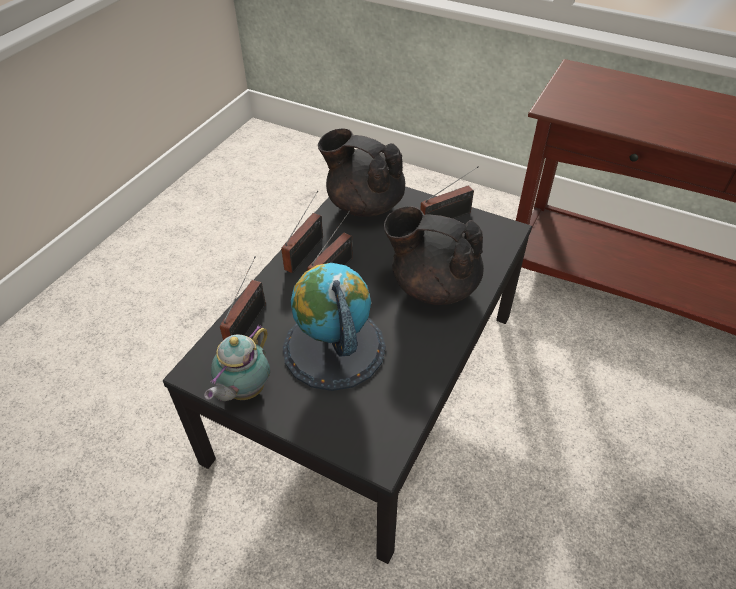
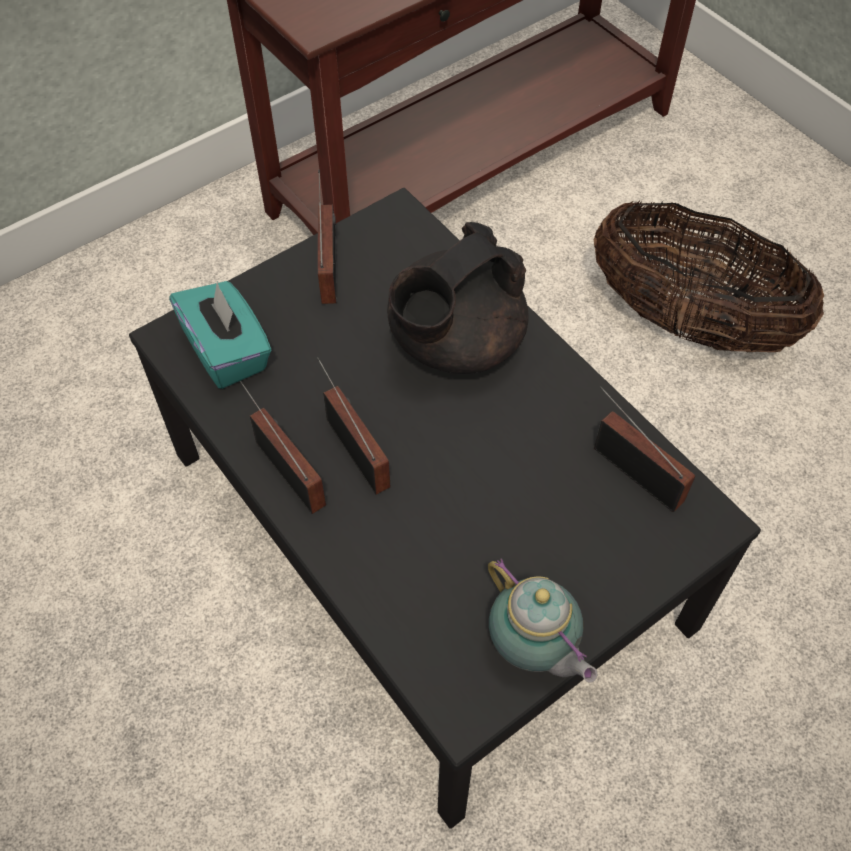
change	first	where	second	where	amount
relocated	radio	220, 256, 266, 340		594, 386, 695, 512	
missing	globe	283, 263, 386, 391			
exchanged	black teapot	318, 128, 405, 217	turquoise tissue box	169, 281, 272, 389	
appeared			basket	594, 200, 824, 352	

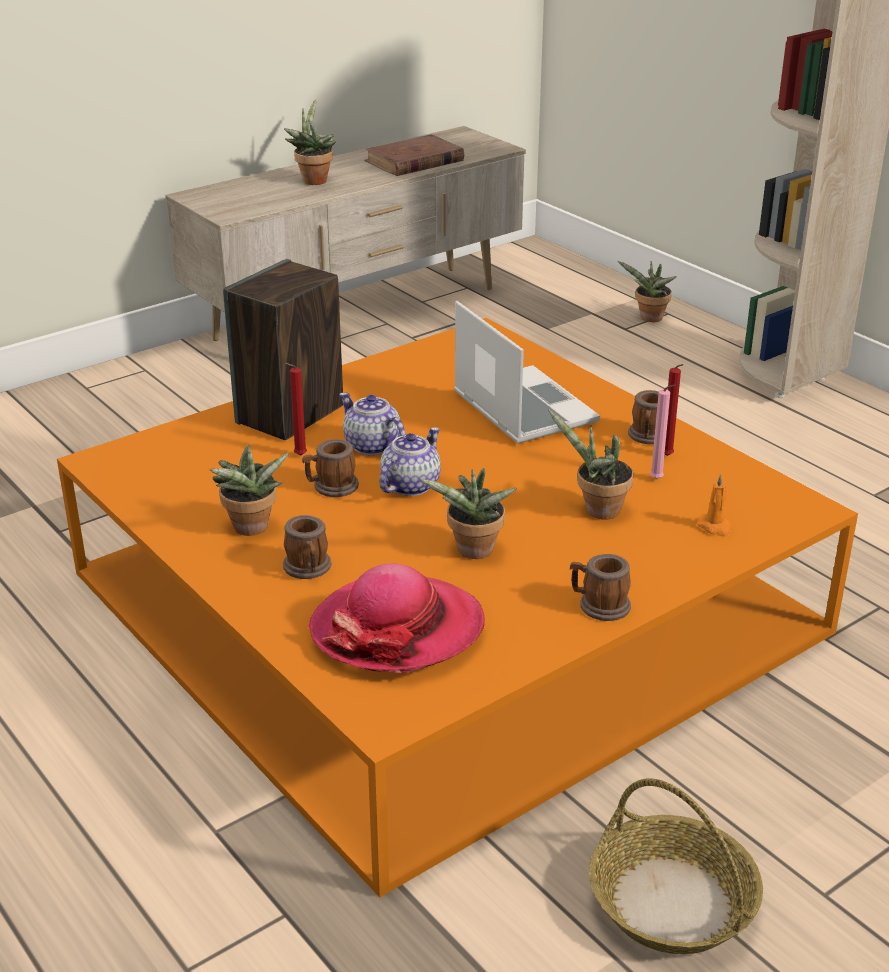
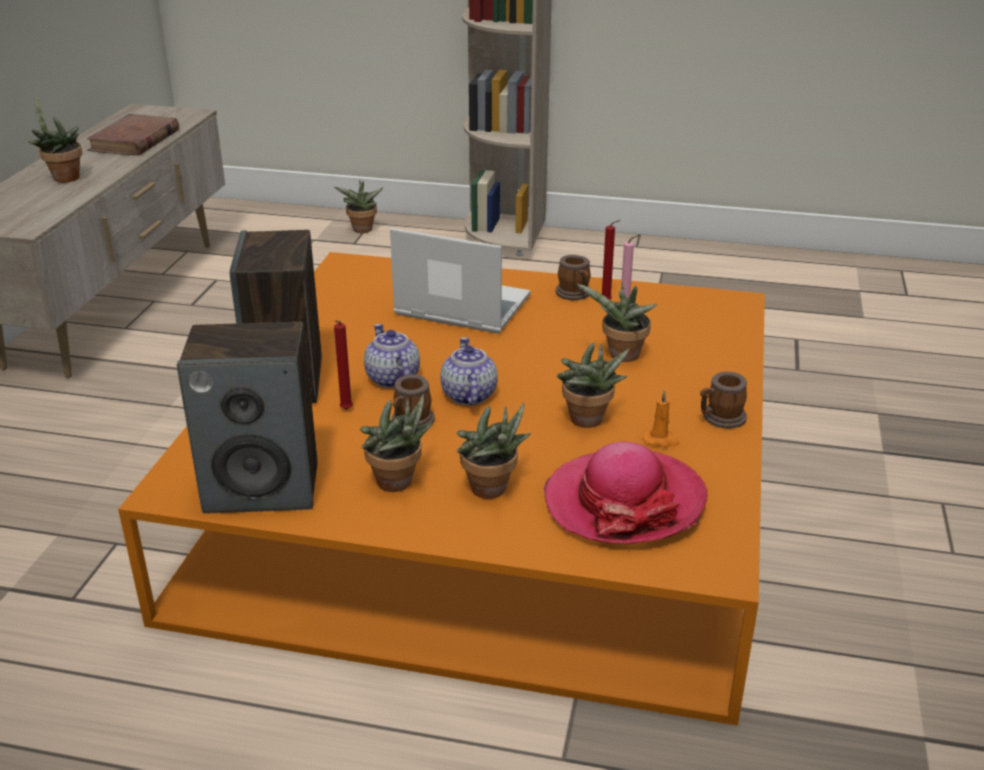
change	first	where	second	where	amount
exchanged	mug	283, 515, 331, 579	potted plant	457, 403, 531, 499	
spun	teapot	339, 392, 406, 455		364, 324, 420, 388	60 degrees clockwise
missing	basket	589, 778, 763, 954			
relocated	orange candle	697, 474, 731, 537		643, 390, 679, 448	
appeared			speaker	177, 322, 317, 513	

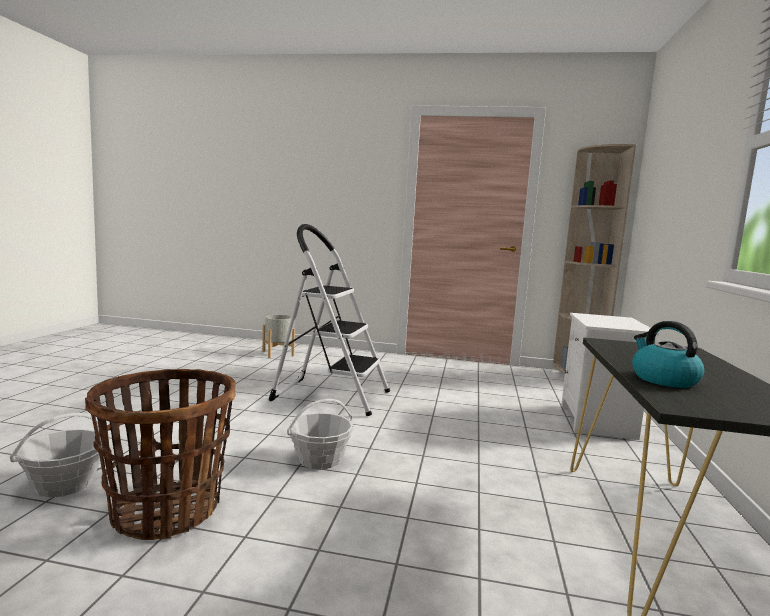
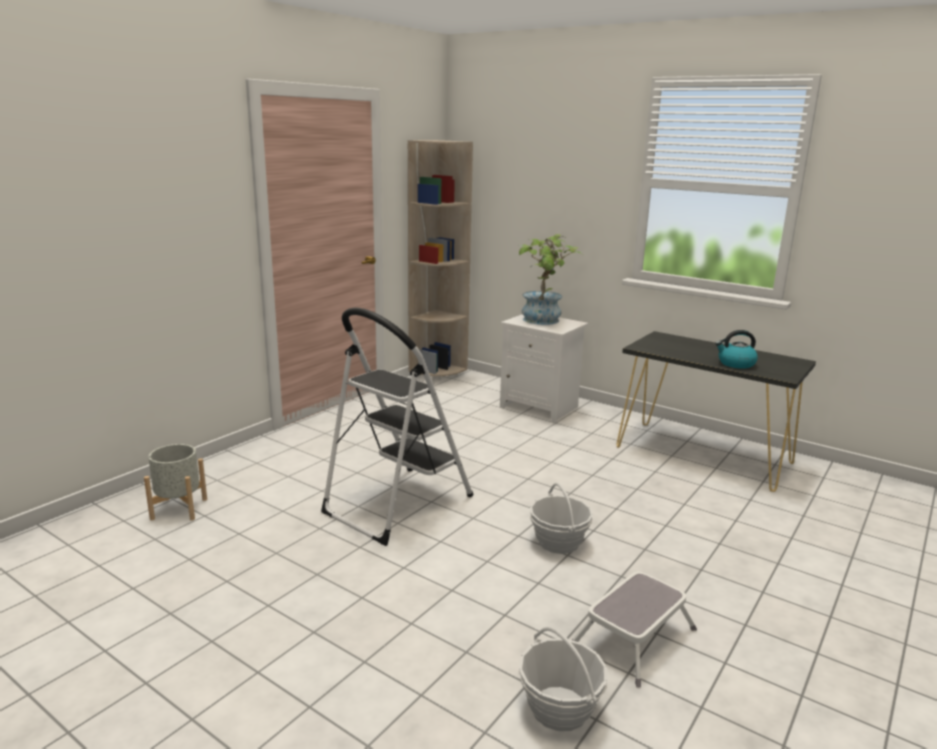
change	first	where	second	where	amount
exchanged	basket	85, 369, 236, 540	grey step ladder	572, 572, 697, 687	
appeared			potted plant	518, 234, 582, 325	

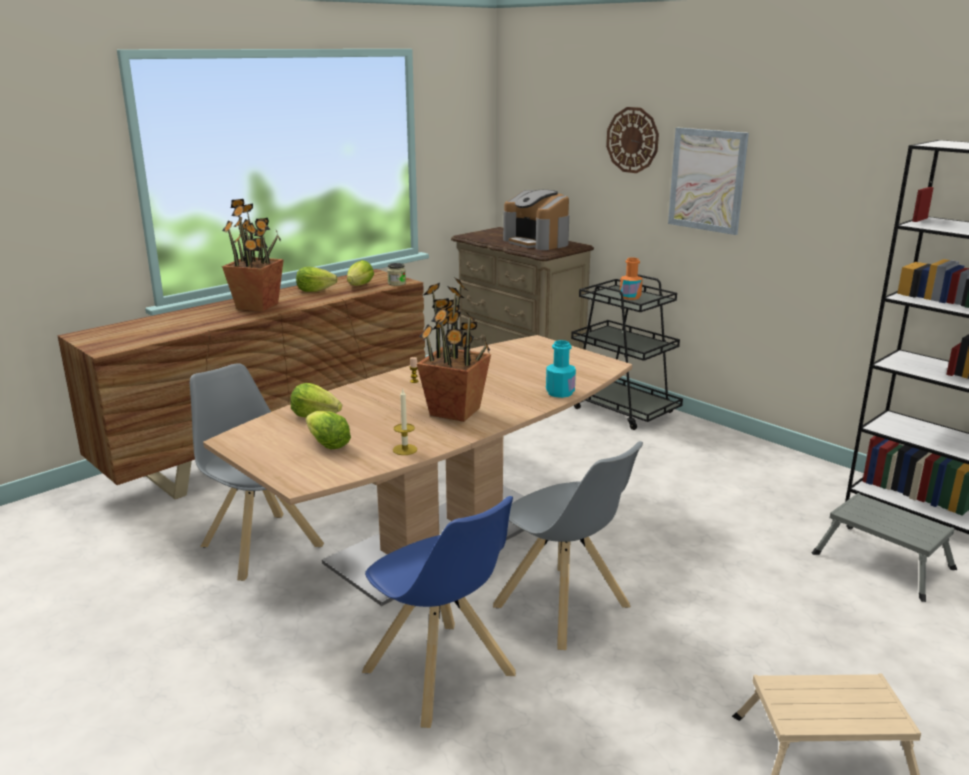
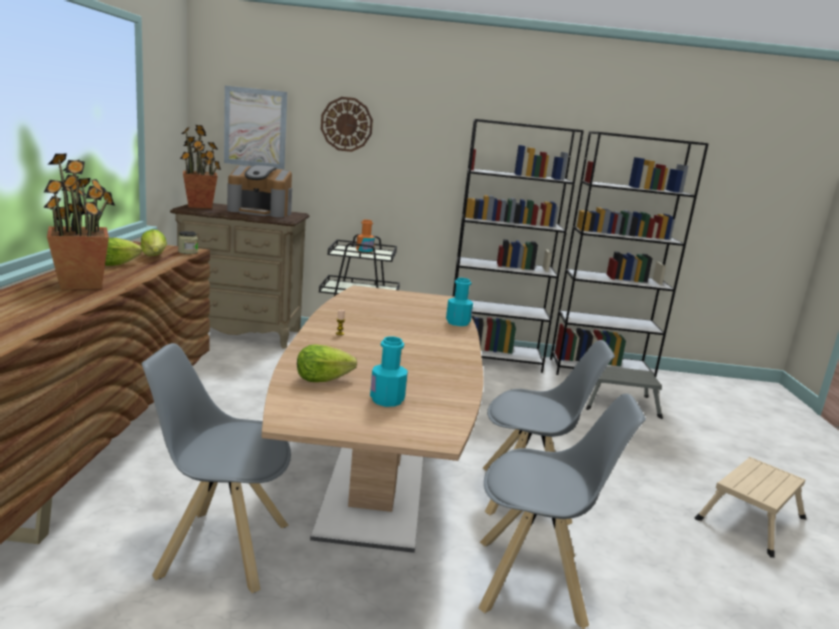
change	first	where	second	where	amount
exchanged	lettuce	306, 411, 351, 449	turquoise bottle	370, 336, 408, 407	
colour	blue chair	362, 496, 516, 728	grey chair	478, 393, 646, 629	
missing	candle	393, 389, 417, 455			
relocated	potted plant	417, 277, 491, 422		180, 125, 221, 209	
relocated	picture	668, 127, 749, 235		224, 86, 287, 169	
appeared			white bookcase	453, 119, 584, 373	

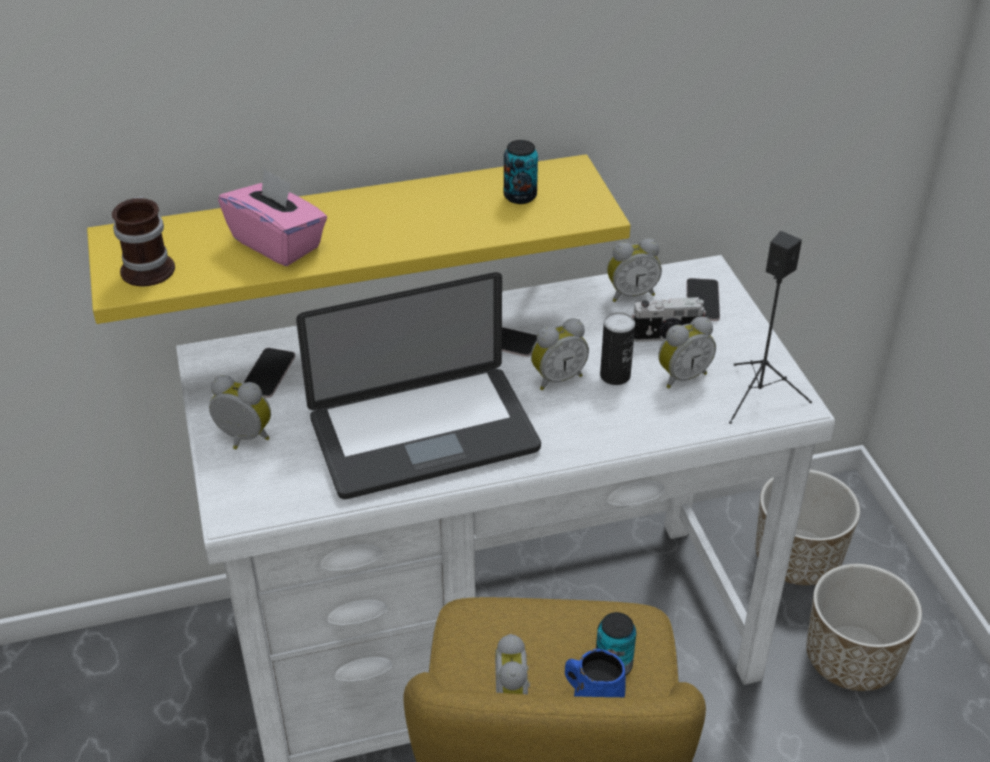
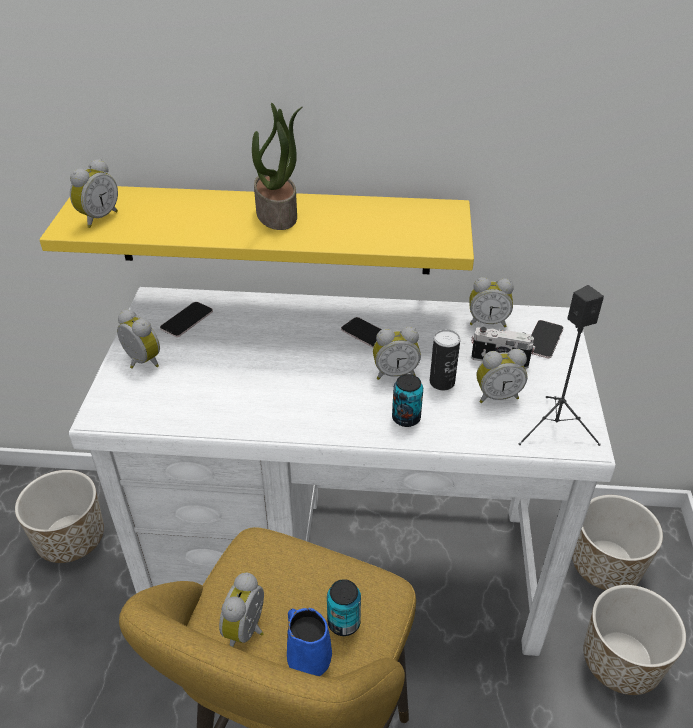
change	first	where	second	where	amount
exchanged	mug	112, 196, 175, 286	alarm clock	70, 159, 118, 228	
missing	pink tissue box	218, 168, 327, 266			
missing	laptop	296, 272, 541, 499			
relocated	can	504, 140, 538, 204		392, 374, 423, 427	
appeared			planter	15, 470, 104, 563	
appeared			potted plant	252, 103, 302, 230	

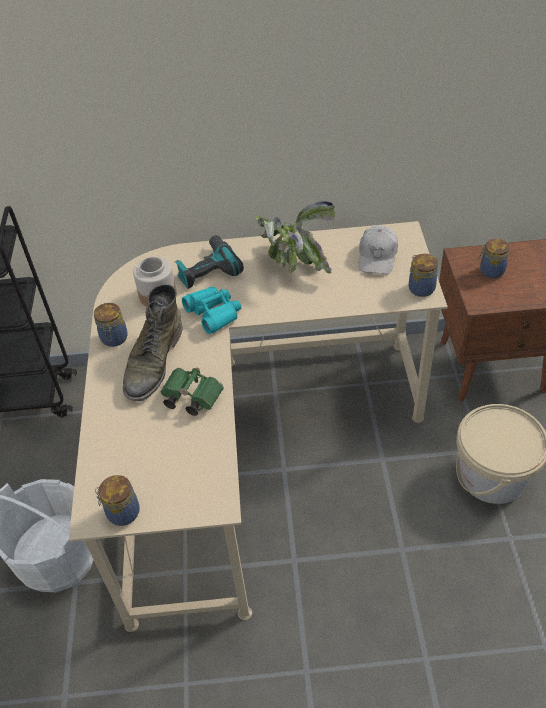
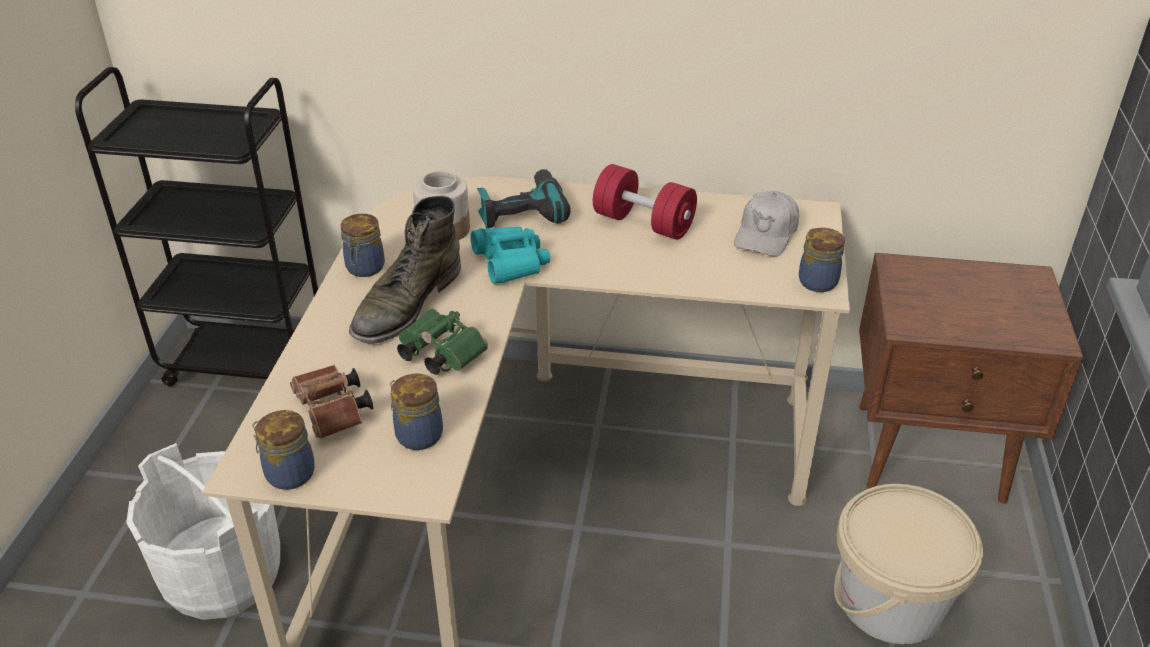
change	first	where	second	where	amount
exchanged	potted plant	255, 201, 336, 274	red dumbbell	593, 164, 697, 240	
relocated	jar	478, 239, 510, 278		390, 374, 443, 450	
appeared			brown binoculars	290, 365, 373, 439	

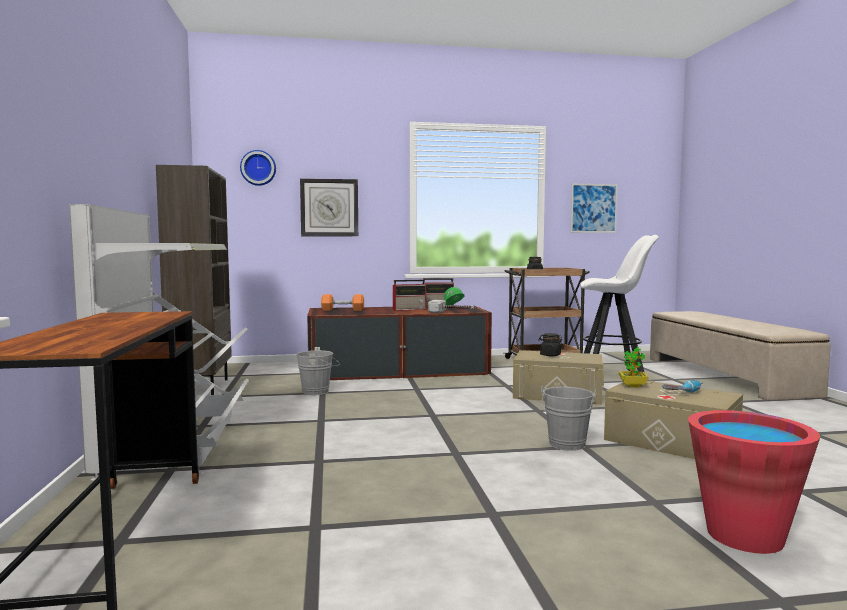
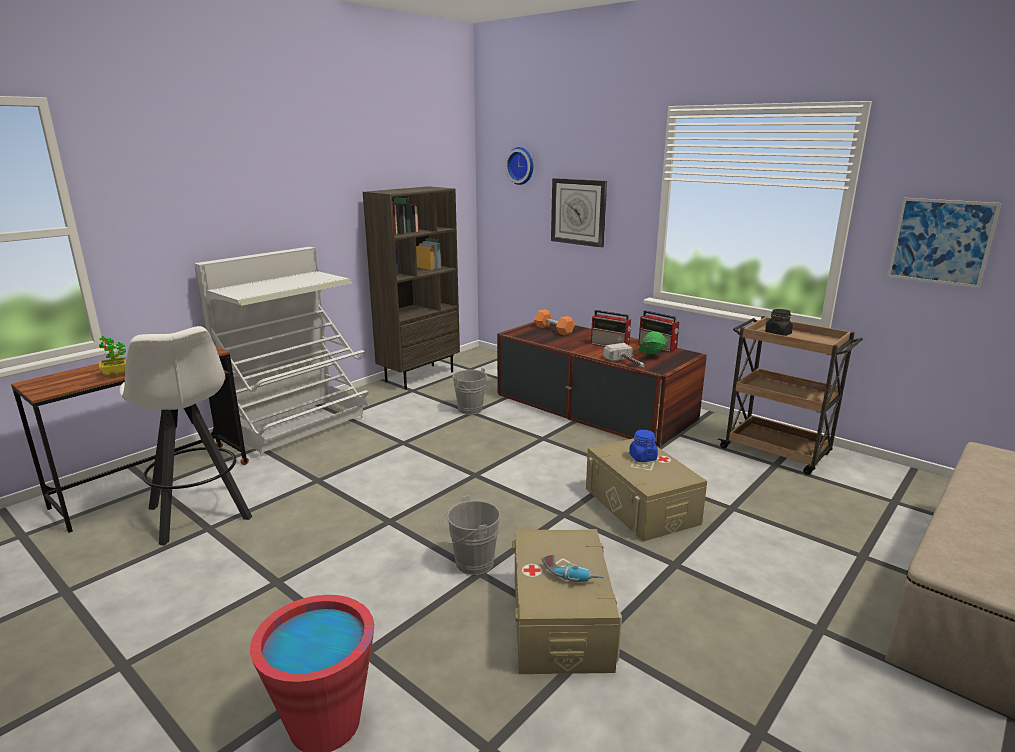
change	first	where	second	where	amount
colour	black jar	538, 333, 563, 356	blue jar	629, 430, 658, 462	
relocated	white stool	581, 235, 659, 372		119, 326, 252, 545	
relocated	potted plant	619, 347, 648, 387		99, 336, 126, 377	

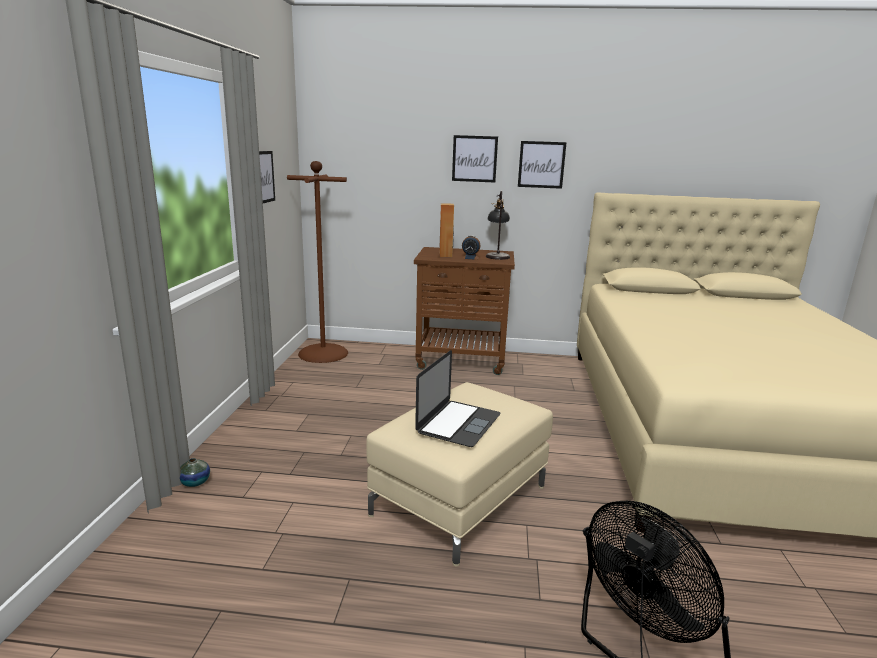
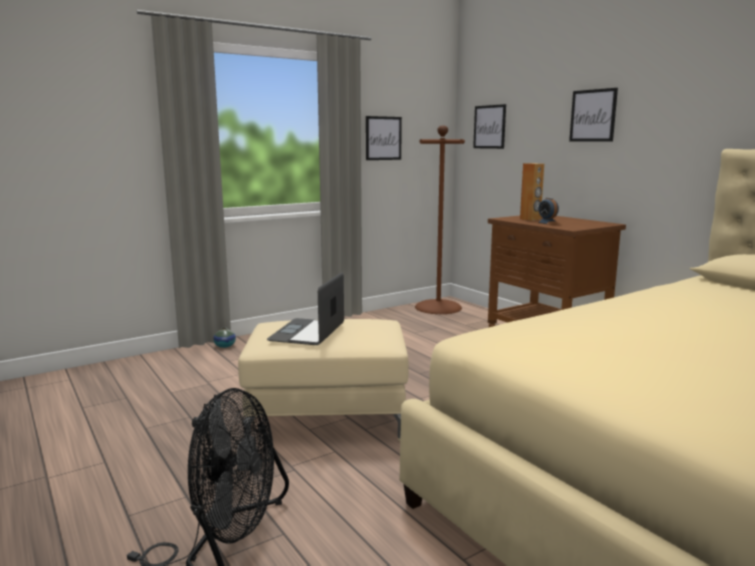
change	first	where	second	where	amount
spun	laptop	415, 350, 501, 447		267, 272, 344, 345	120 degrees clockwise
missing	grey table lamp	486, 190, 510, 260			
relocated	picture	518, 141, 567, 189		473, 104, 506, 149	

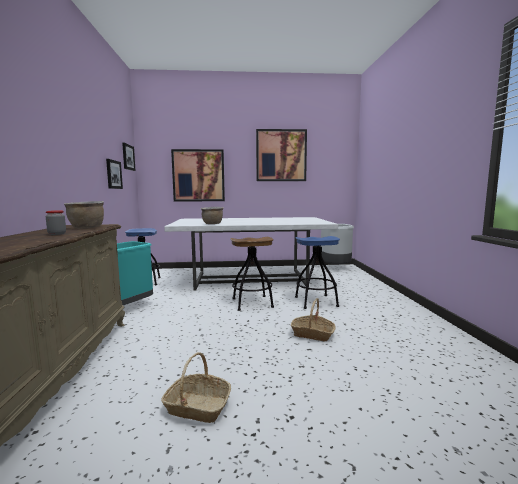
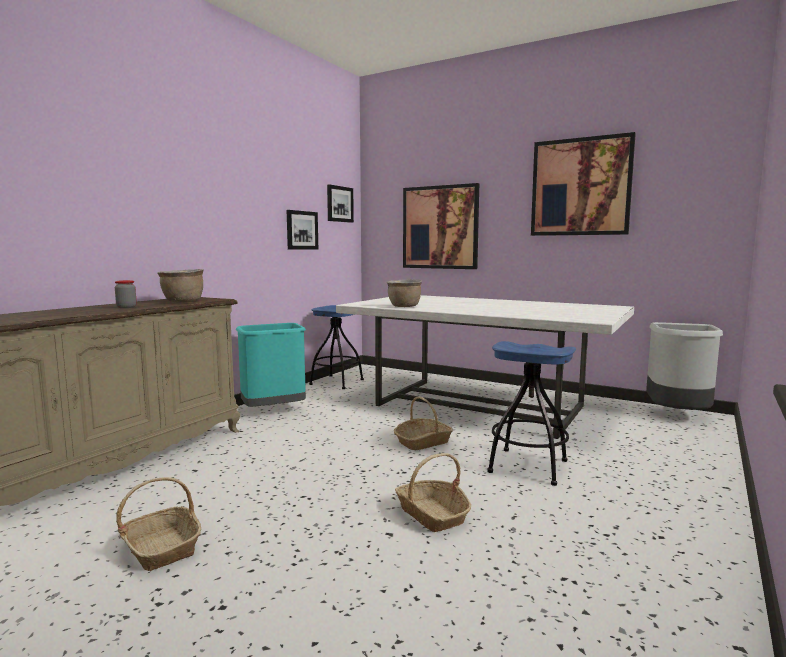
change	first	where	second	where	amount
exchanged	brown stool	230, 237, 274, 311	basket	394, 396, 453, 450	

